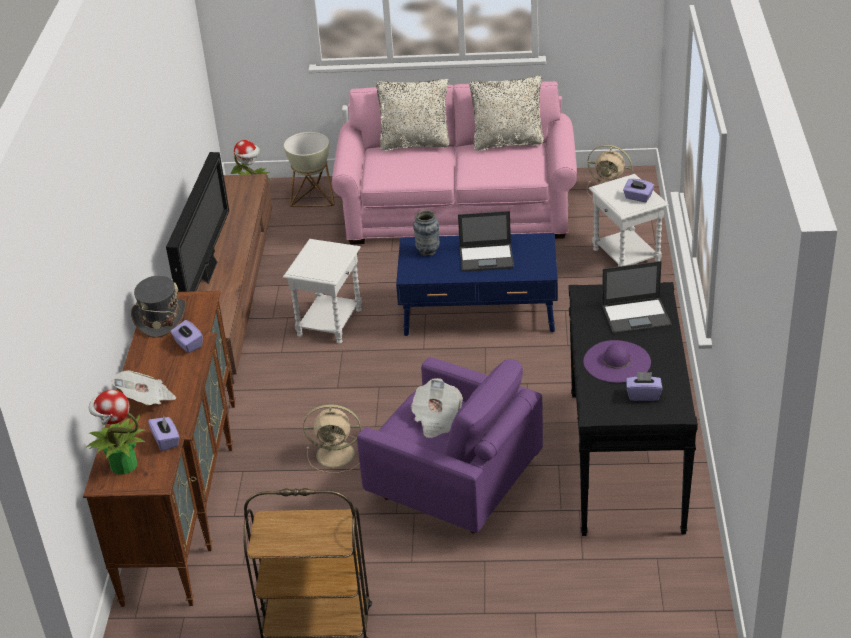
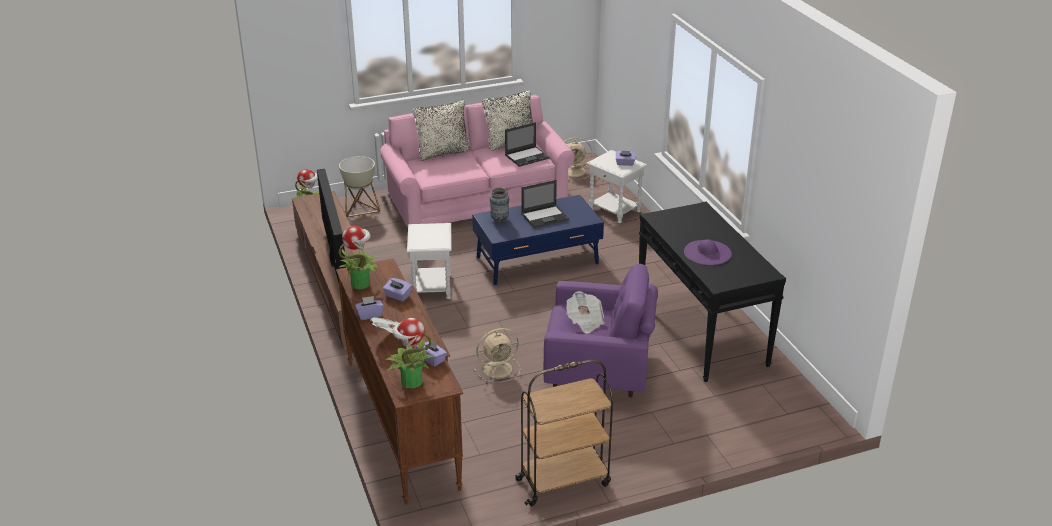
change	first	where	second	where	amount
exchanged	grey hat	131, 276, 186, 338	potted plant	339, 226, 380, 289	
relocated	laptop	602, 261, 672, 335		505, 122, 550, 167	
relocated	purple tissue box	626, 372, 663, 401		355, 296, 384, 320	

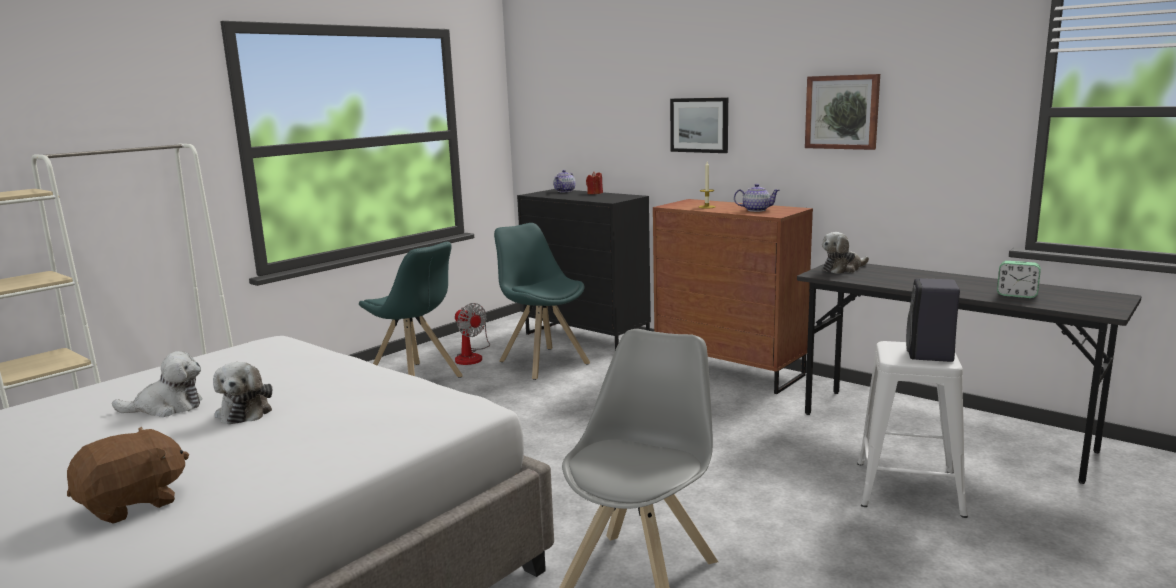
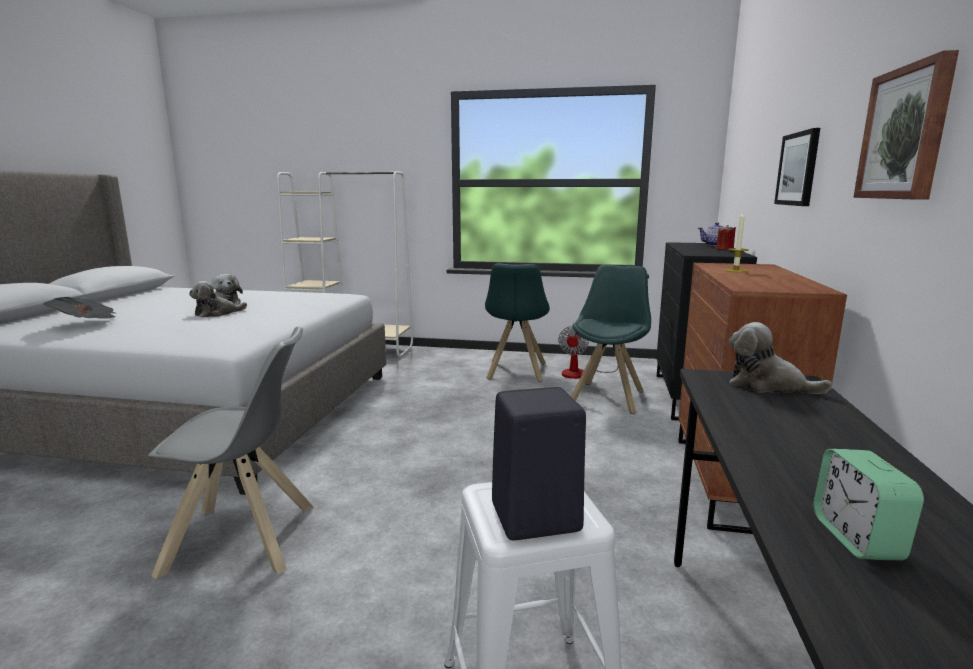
change	first	where	second	where	amount
exchanged	brown plush toy	67, 427, 189, 524	newspaper	43, 297, 116, 319	
missing	teapot	734, 184, 780, 212			

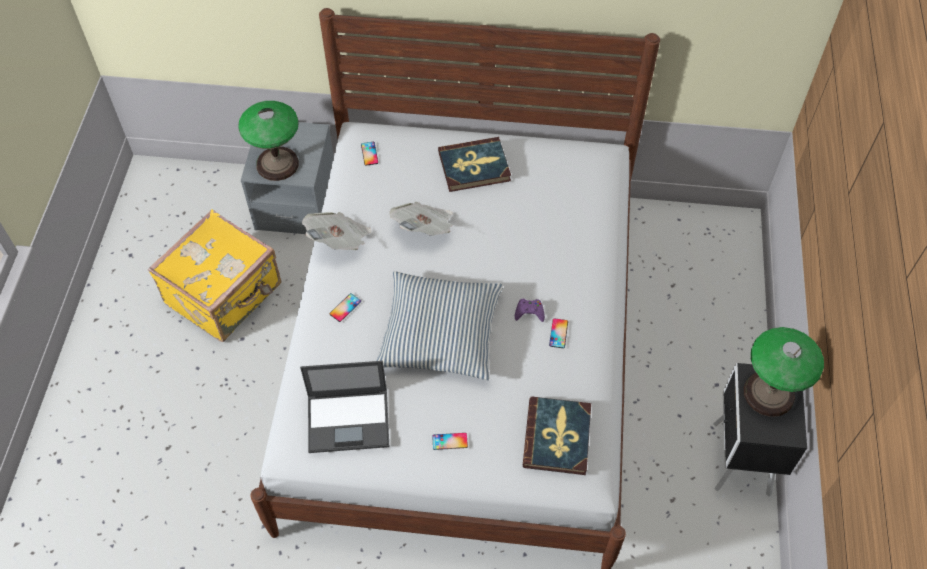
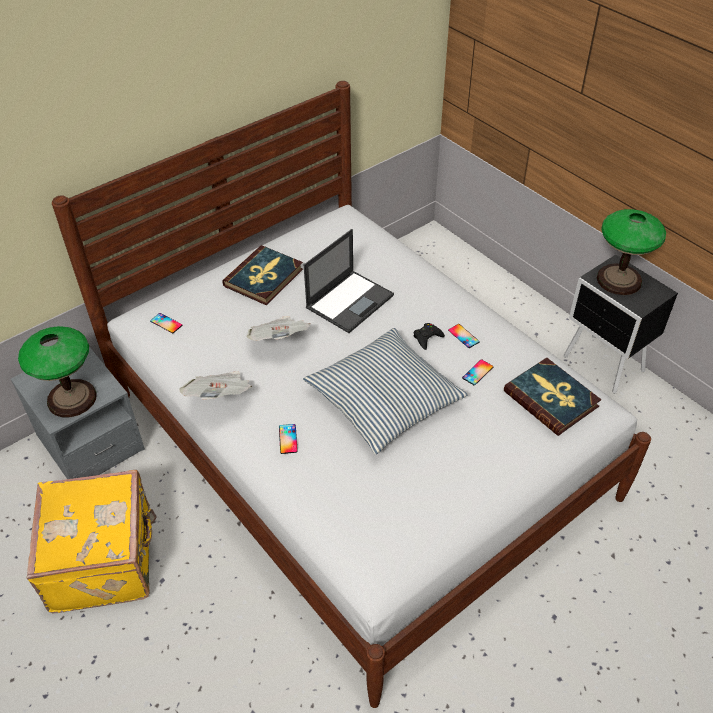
change	first	where	second	where	amount
relocated	laptop	300, 361, 389, 453		304, 229, 394, 333	
relocated	phone	432, 433, 468, 450		462, 359, 493, 385	
colour	purple game controller	515, 299, 545, 322	black game controller	414, 323, 445, 350	

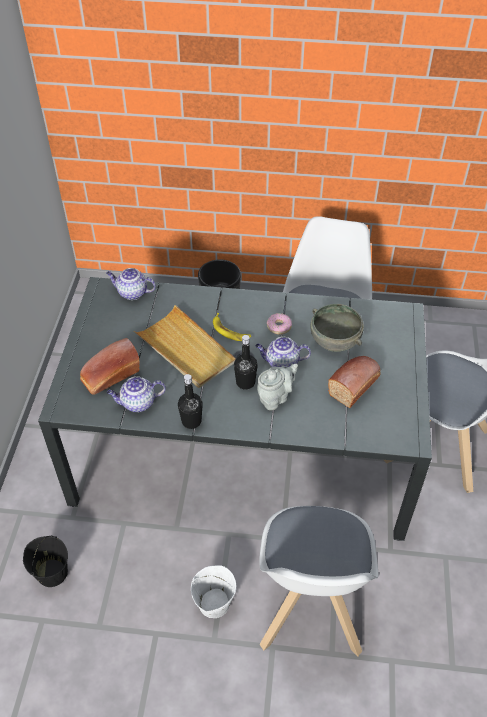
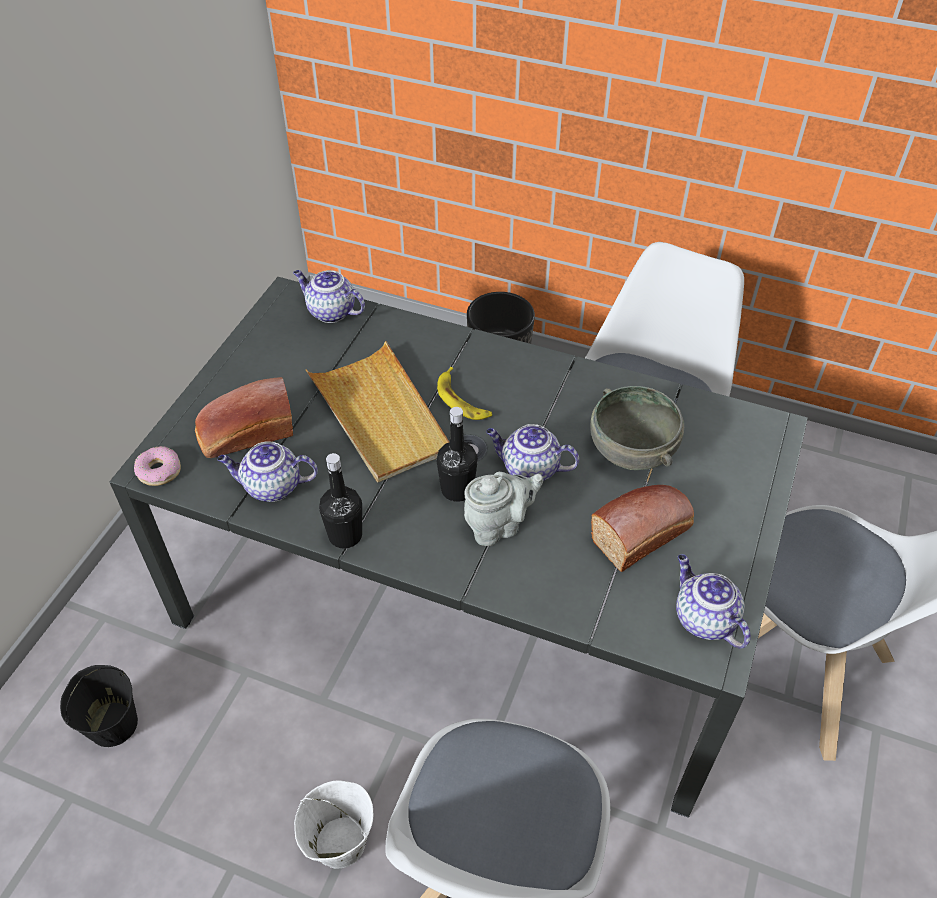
change	first	where	second	where	amount
relocated	donut	267, 313, 292, 334		134, 446, 181, 486	
appeared			teapot	676, 554, 751, 649	

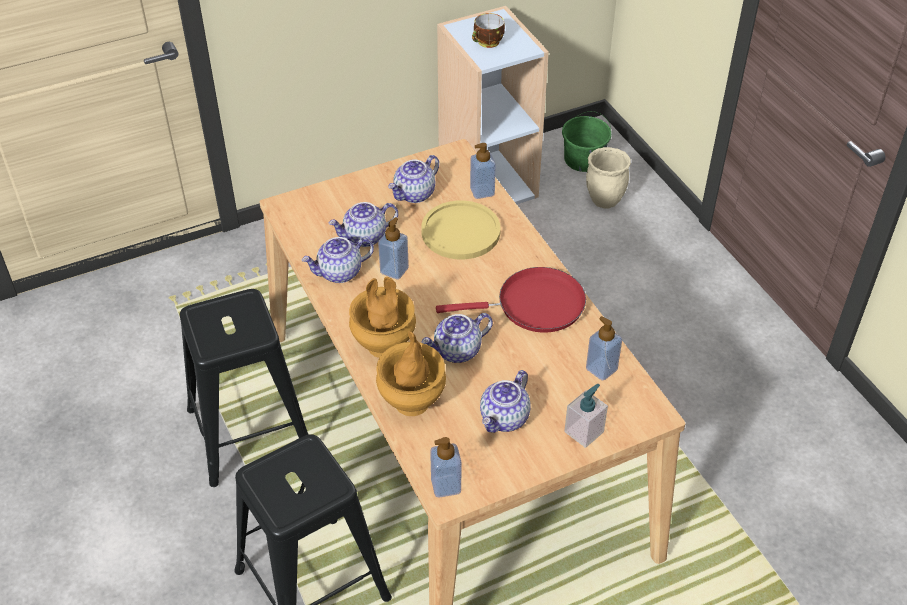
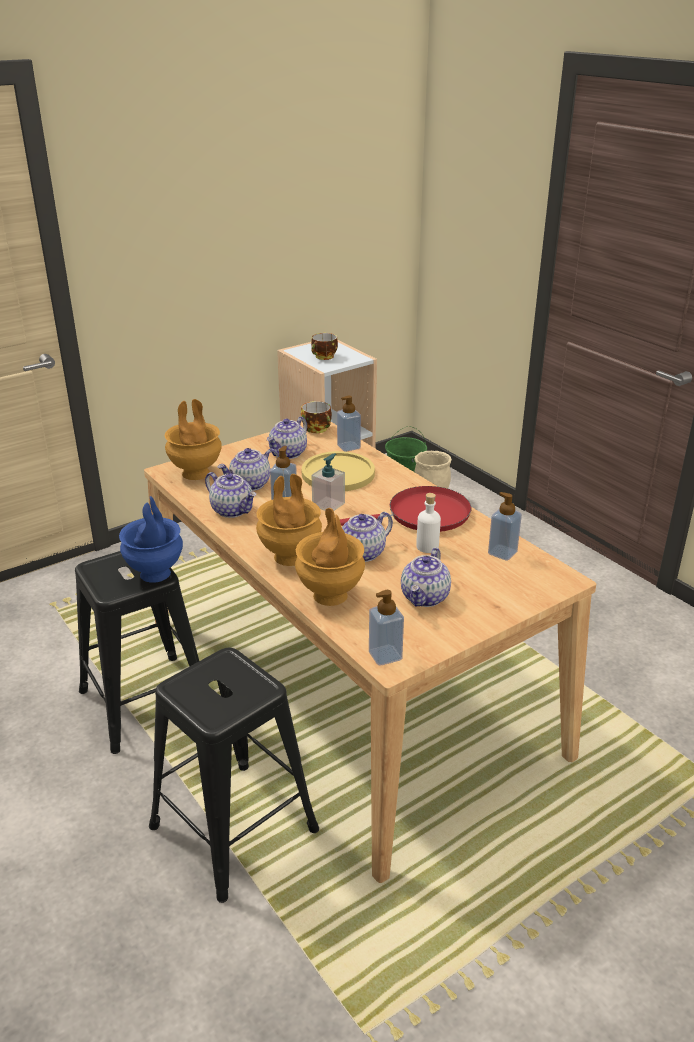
change	first	where	second	where	amount
spun	teapot	302, 237, 374, 283		205, 472, 256, 518	105 degrees counterclockwise
relocated	soap dispenser	564, 384, 608, 448		312, 453, 345, 511	
appeared			blue vase	119, 496, 183, 583	
appeared			brown vase	165, 399, 222, 480	
appeared			cup	301, 401, 332, 433	
appeared			white bottle	416, 493, 441, 553	

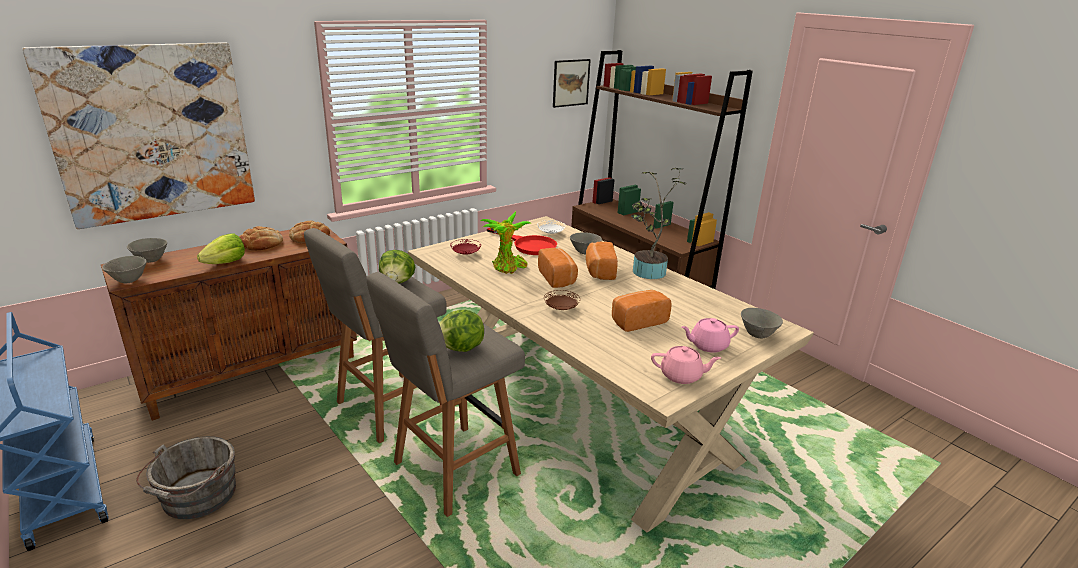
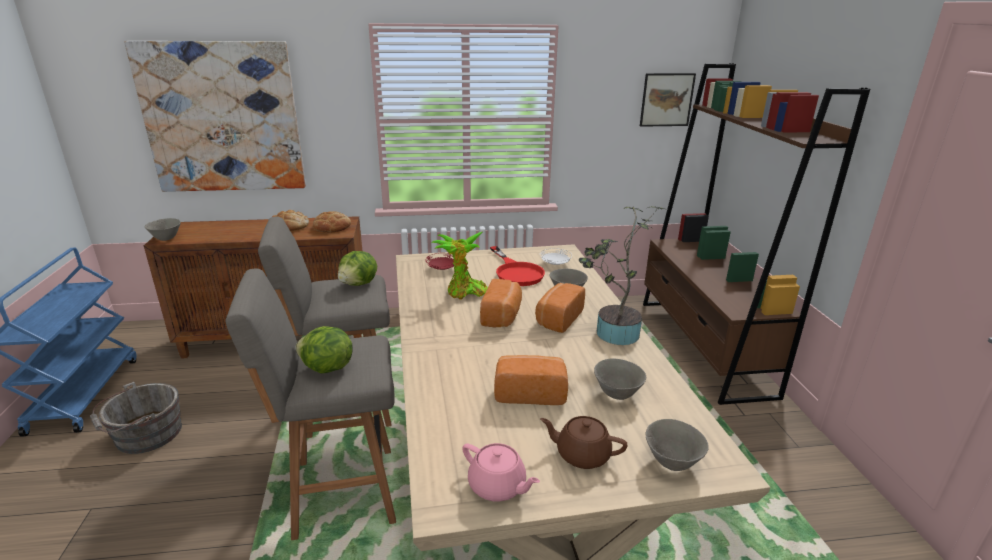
change	first	where	second	where	amount
relocated	grey bowl	127, 238, 167, 263		594, 359, 646, 400	
missing	lettuce	197, 233, 245, 264			
missing	brown plate	544, 290, 580, 310			
colour	pink teapot	681, 318, 739, 353	brown teapot	540, 416, 627, 469	

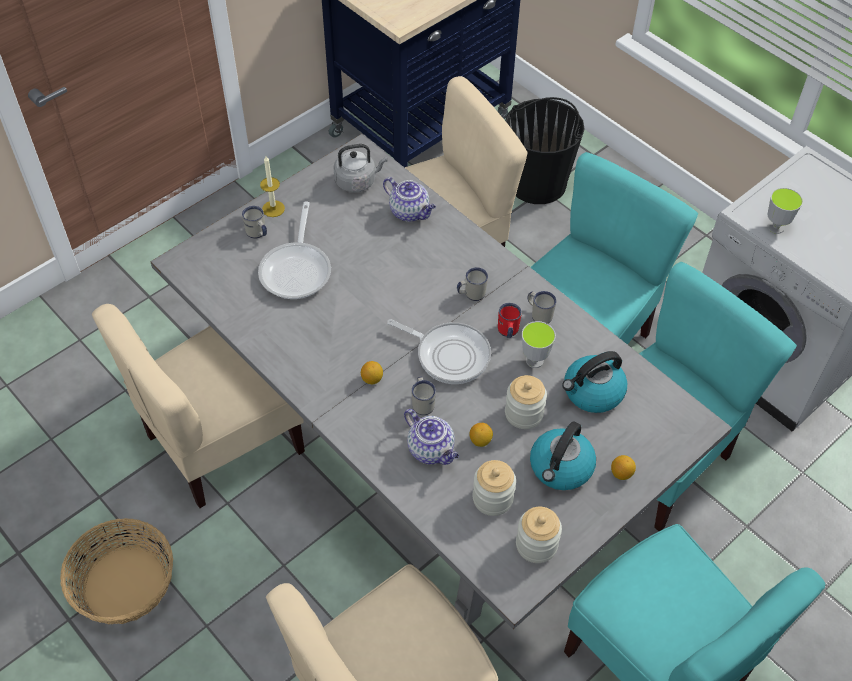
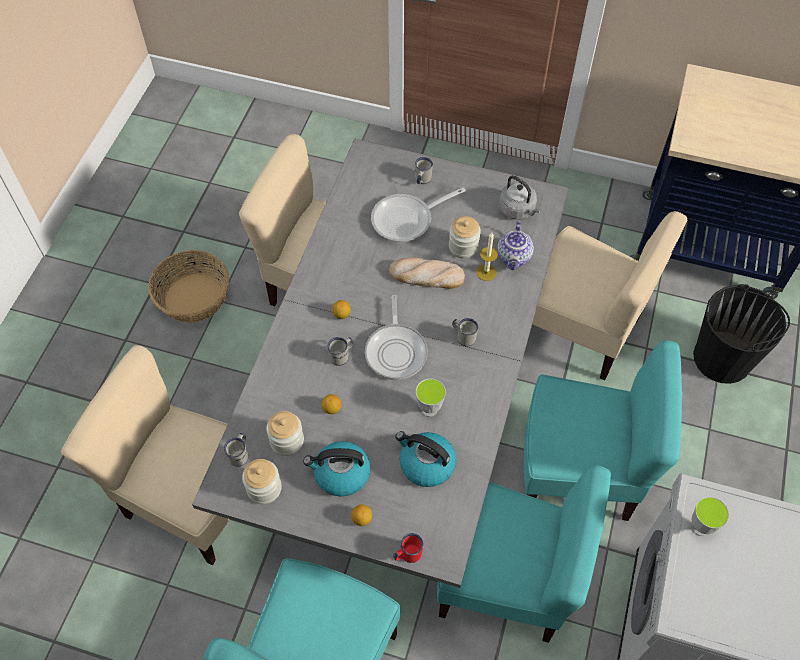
change	first	where	second	where	amount
relocated	candle	260, 156, 285, 217		476, 233, 498, 281	
missing	teapot	404, 409, 459, 465			
relocated	red mug	498, 303, 522, 338		393, 533, 423, 563	
relocated	jar	505, 375, 547, 429		449, 216, 481, 259	
relocated	white mug	528, 291, 556, 324		224, 433, 248, 467	
appeared			bread	389, 257, 465, 289	

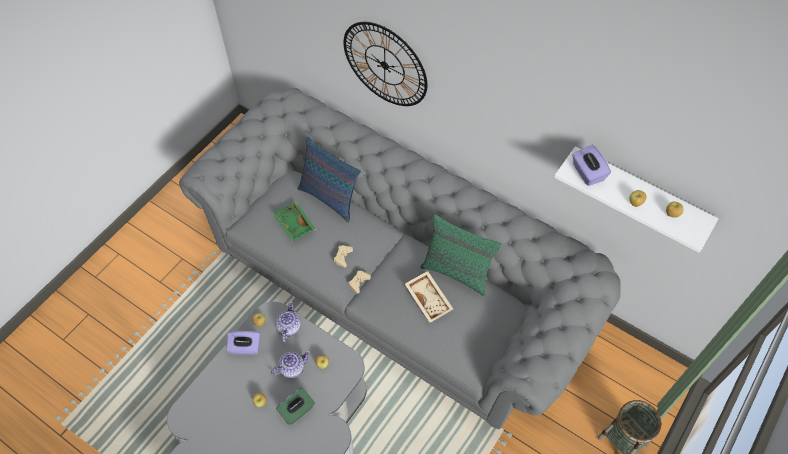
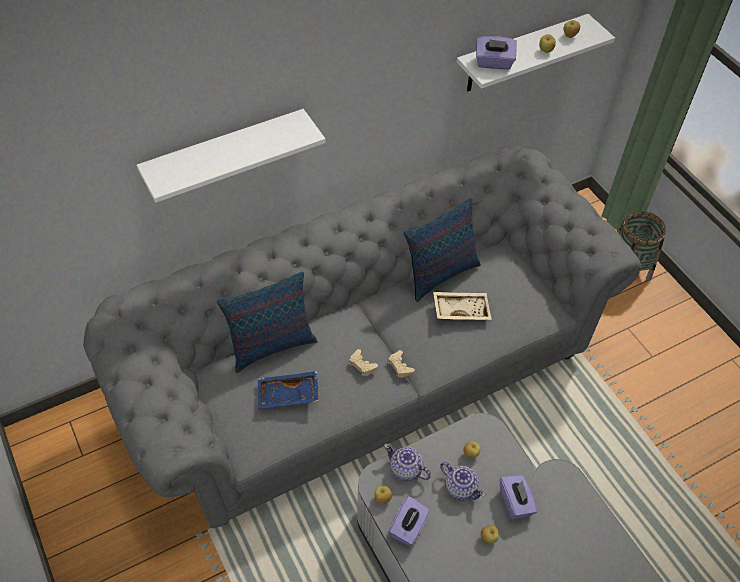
change	first	where	second	where	amount
spun	teapot	271, 351, 310, 379		440, 462, 486, 500	135 degrees clockwise
colour	green tray	273, 202, 316, 241	blue tray	258, 371, 318, 409	
colour	green tissue box	276, 387, 315, 424	purple tissue box	500, 475, 537, 520	
exchanged	wall clock	344, 22, 427, 106	white shelf	136, 109, 326, 203	
colour	green pillow	420, 214, 502, 296	blue pillow	404, 198, 481, 302	

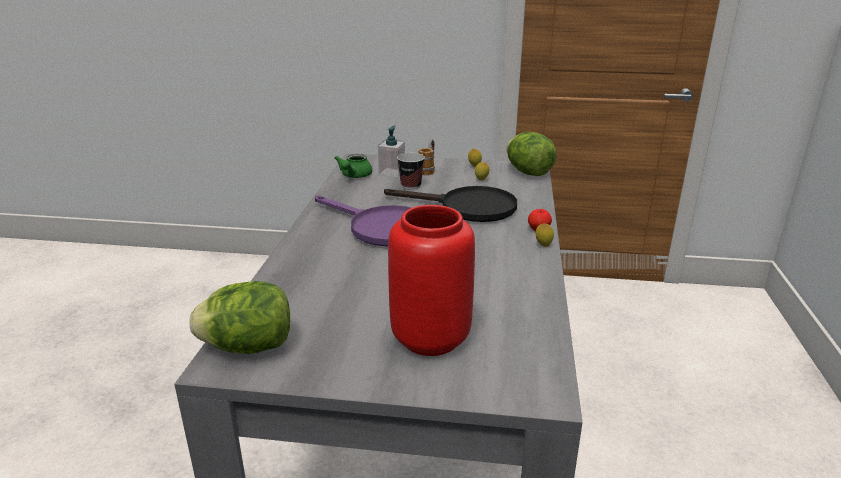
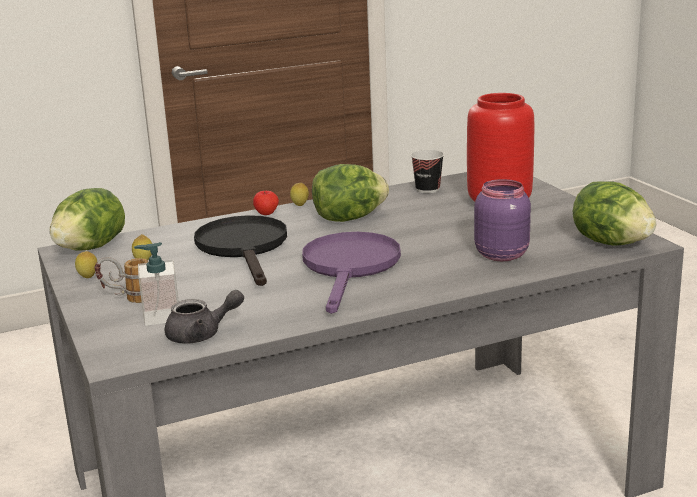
change	first	where	second	where	amount
colour	green teapot	335, 154, 372, 178	grey teapot	165, 290, 244, 343	
relocated	cup	397, 153, 425, 190		411, 150, 444, 193	
appeared			lettuce	312, 164, 389, 222	
appeared			purple jar	474, 179, 531, 261	

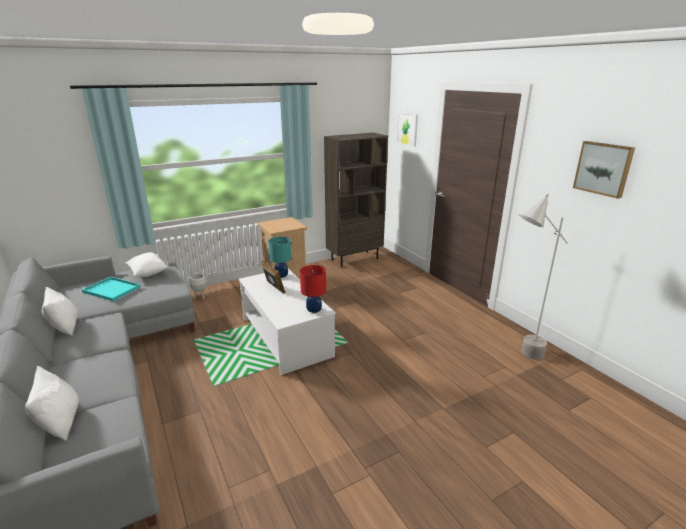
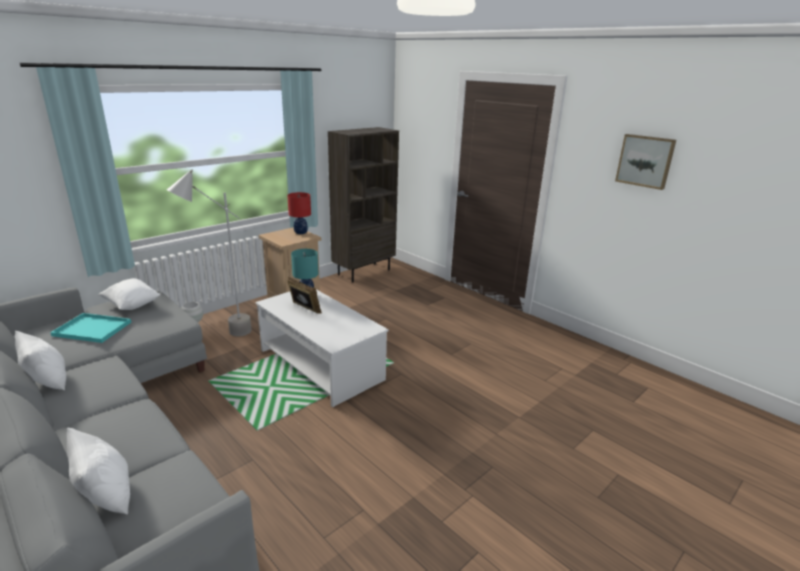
change	first	where	second	where	amount
relocated	red table lamp	300, 265, 326, 313		287, 192, 311, 234	
missing	picture	396, 112, 418, 147			
relocated	grey floor lamp	519, 194, 568, 360		167, 169, 252, 336	

